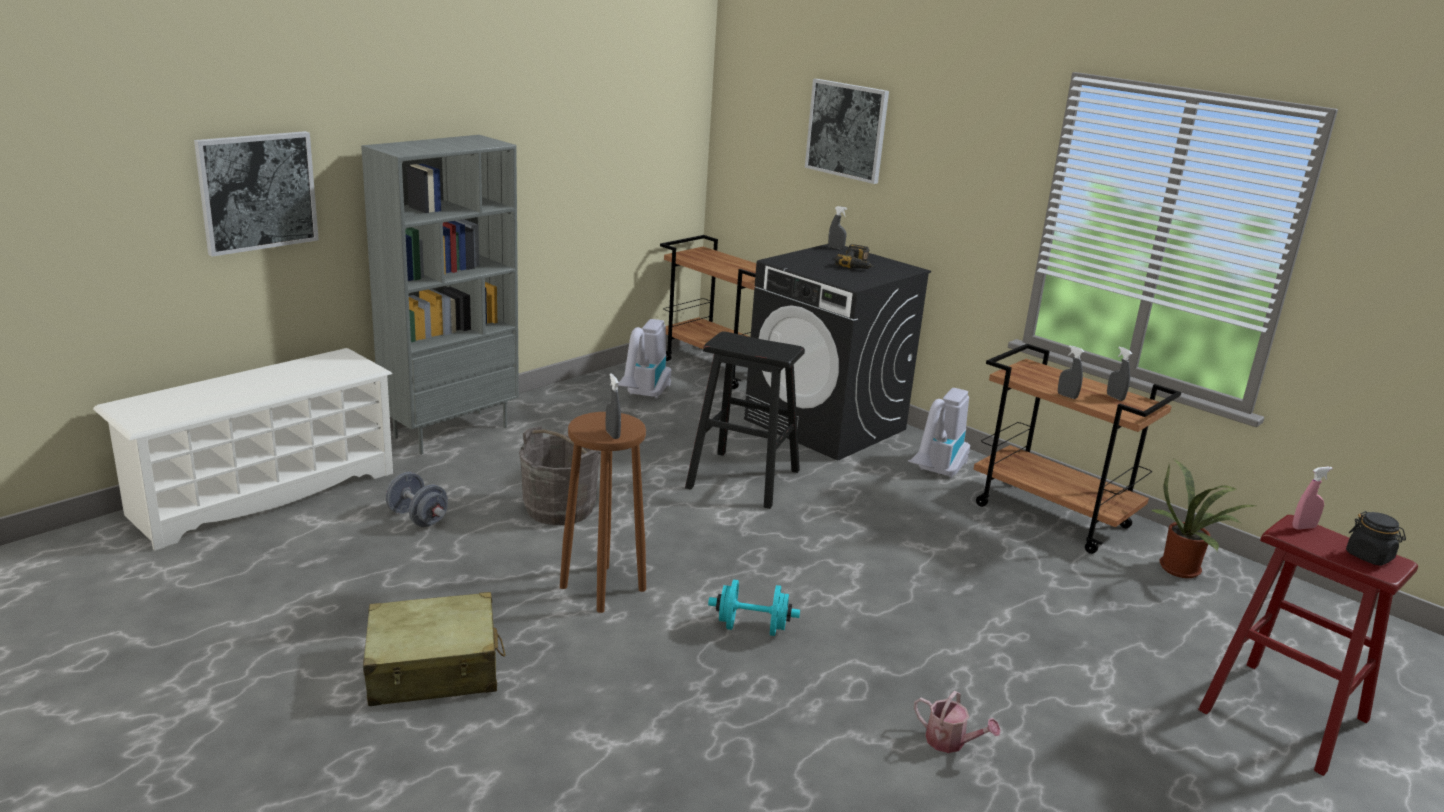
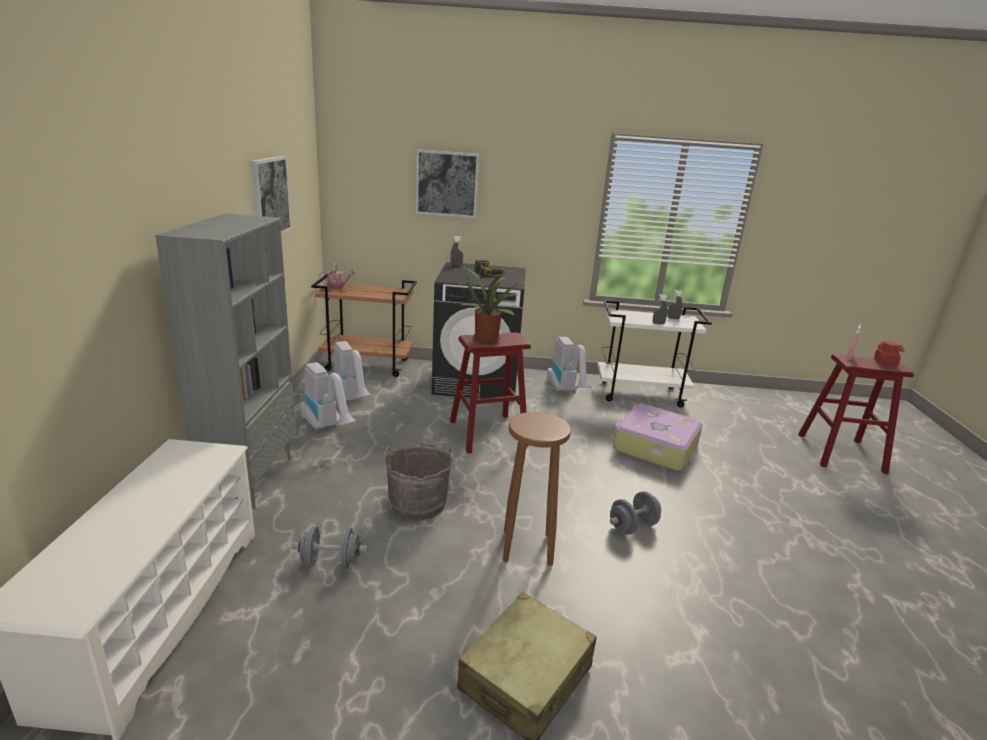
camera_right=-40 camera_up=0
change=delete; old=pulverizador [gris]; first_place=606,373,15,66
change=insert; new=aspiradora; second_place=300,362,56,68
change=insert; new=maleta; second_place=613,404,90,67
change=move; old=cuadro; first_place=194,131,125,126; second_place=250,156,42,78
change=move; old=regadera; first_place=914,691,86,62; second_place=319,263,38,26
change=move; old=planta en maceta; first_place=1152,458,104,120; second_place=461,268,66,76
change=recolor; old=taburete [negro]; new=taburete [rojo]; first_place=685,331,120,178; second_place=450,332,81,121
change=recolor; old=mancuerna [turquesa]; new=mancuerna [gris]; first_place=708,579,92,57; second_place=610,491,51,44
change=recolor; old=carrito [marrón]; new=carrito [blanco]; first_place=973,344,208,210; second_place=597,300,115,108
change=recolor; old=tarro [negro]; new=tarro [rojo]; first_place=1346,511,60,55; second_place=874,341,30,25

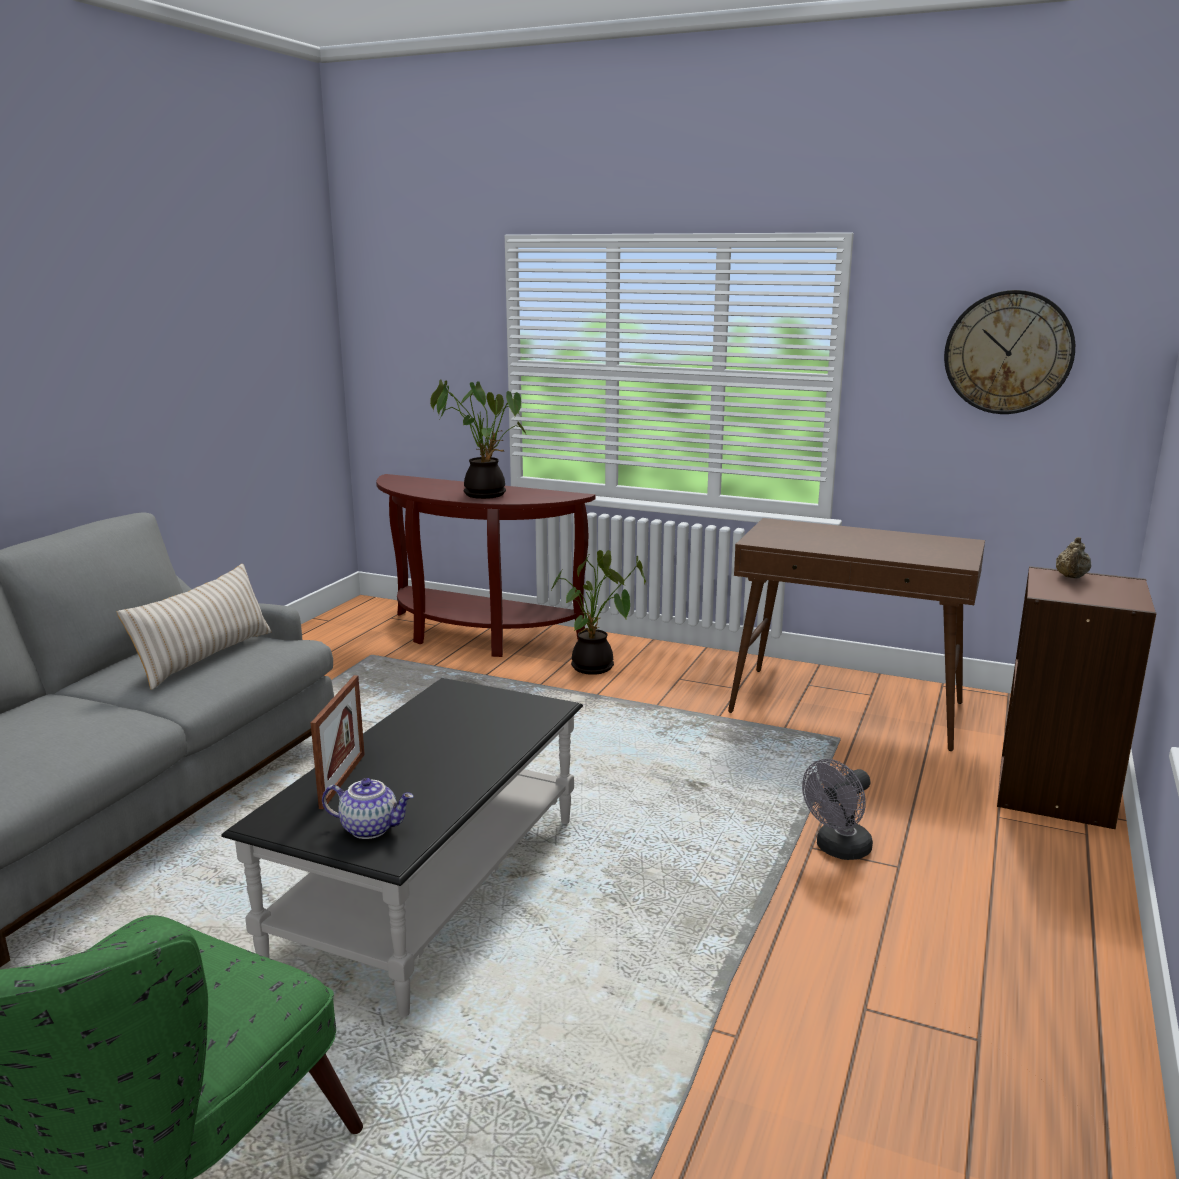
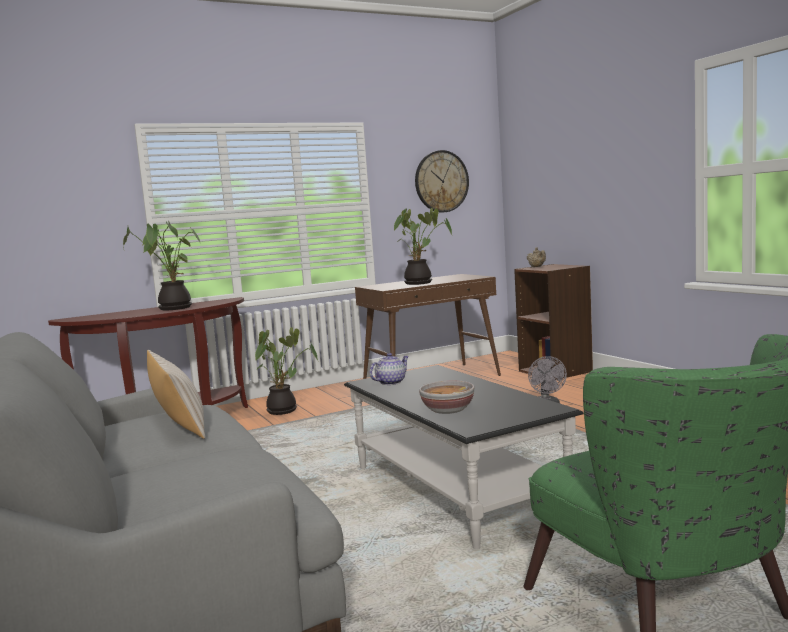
camera_right=-50 camera_up=-10
change=insert; new=planta en maceta; second_place=393,208,59,77
change=move; old=tetera; first_place=322,778,92,61; second_place=370,353,39,32
change=replace; old=portarretratos; new=cuenco; first_place=311,675,54,134; second_place=419,380,55,34

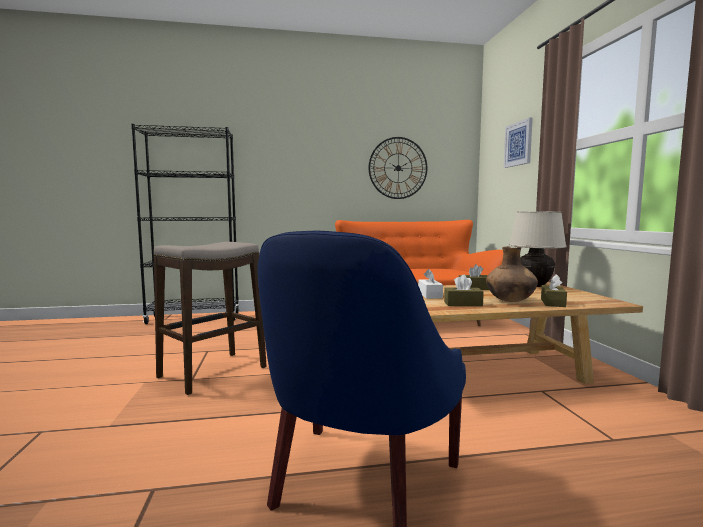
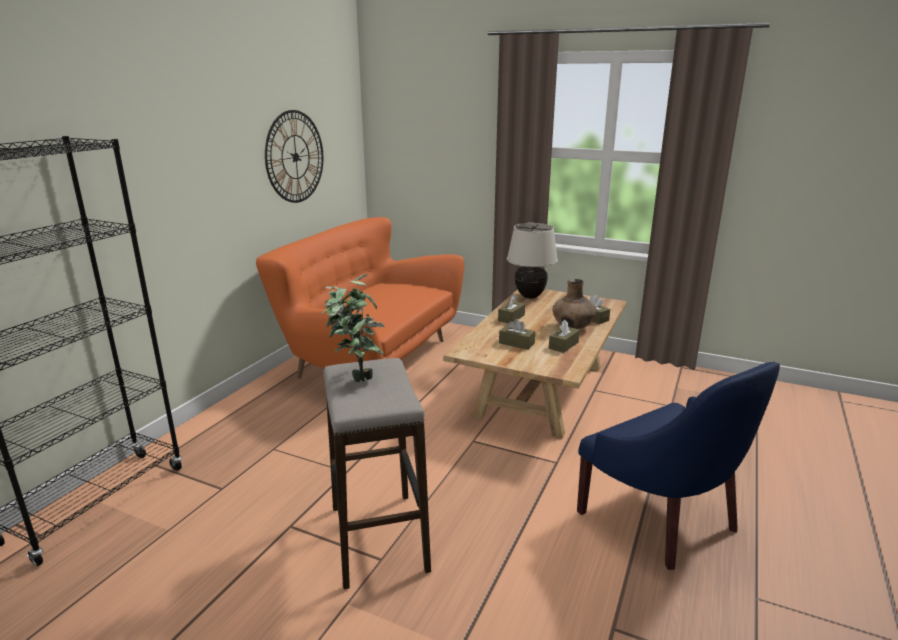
camera_right=-55 camera_up=15
change=delete; old=cuadro; first_place=504,117,29,51
change=insert; new=planta en maceta; second_place=322,273,63,109
change=recolor; old=caja de pañuelos [blanco]; new=caja de pañuelos [marrón]; first_place=418,269,25,30; second_place=499,319,36,31

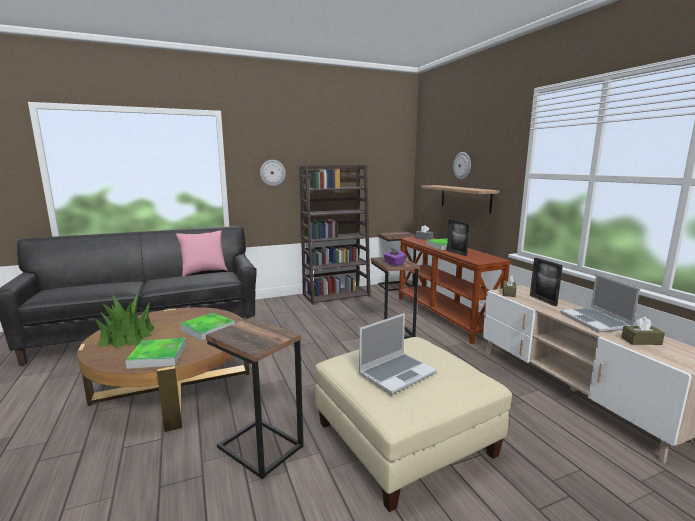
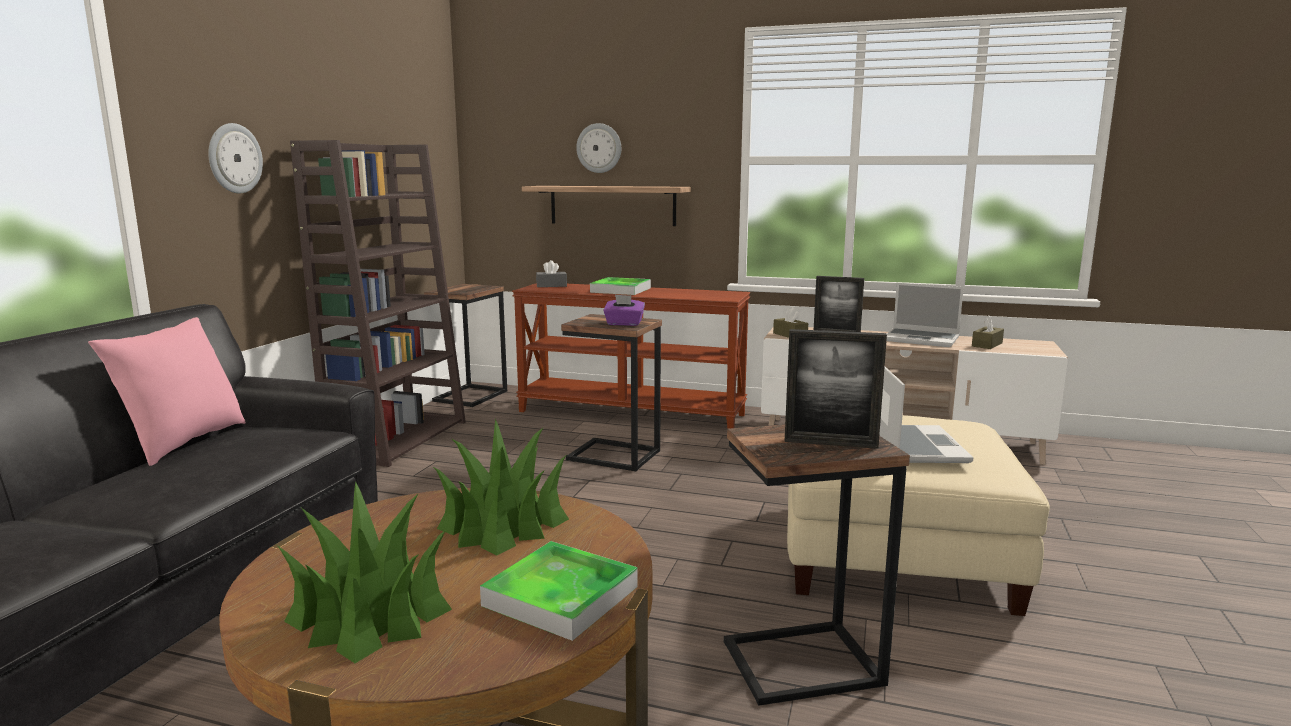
camera_right=-50 camera_up=0
change=move; old=portarretratos; first_place=447,219,23,37; second_place=784,329,103,120
change=replace; old=bandeja; new=planta en maceta; first_place=180,313,55,28; second_place=432,418,137,138

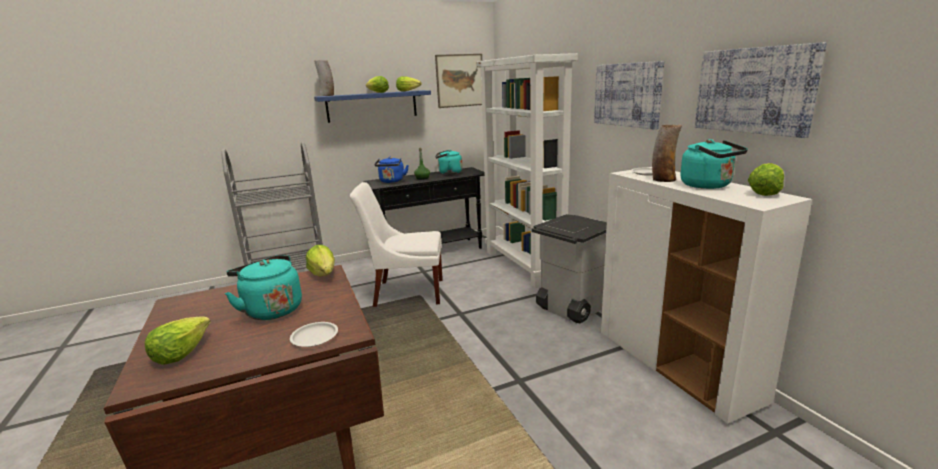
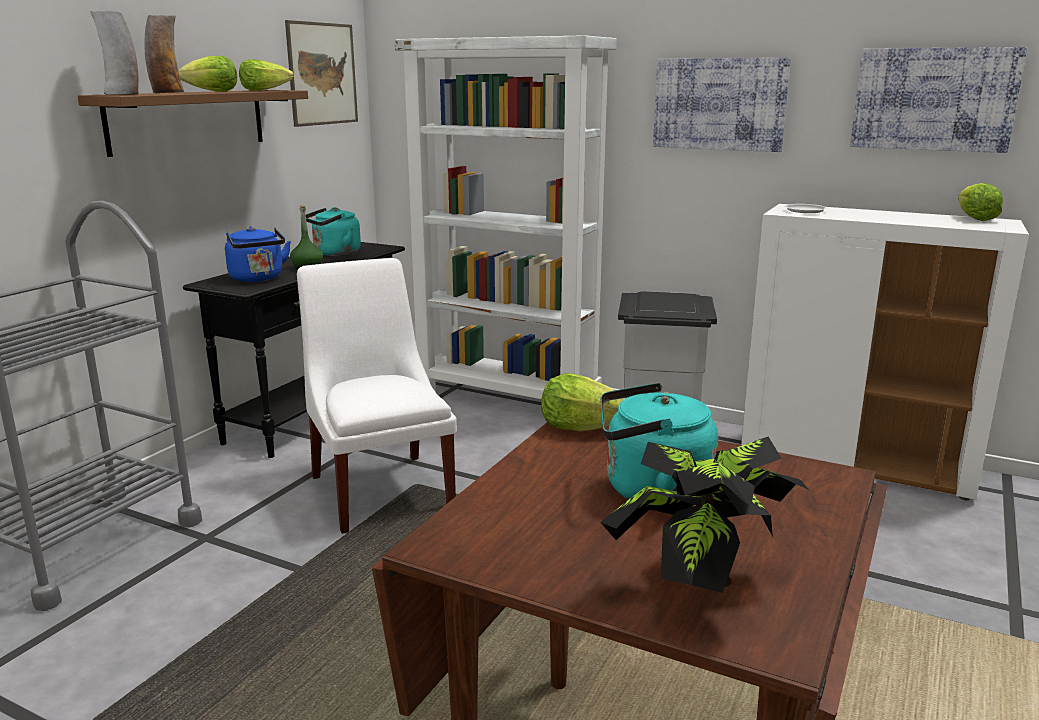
camera_right=-40 camera_up=0
change=delete; old=plato [blanco]; first_place=290,322,48,25
change=delete; old=hervidor [turquesa]; first_place=680,139,68,50
change=move; old=florero; first_place=652,125,30,57; second_place=145,15,39,78
change=replace; old=lechuga; new=planta en maceta; first_place=144,317,66,47; second_place=600,437,210,156
change=recolor; old=estante [azul]; new=estante [marrón]; first_place=314,90,117,33; second_place=78,90,230,67
change=rotate; old=silla [blanco]; first_place=350,182,93,125; second_place=297,258,160,276; degrees=105

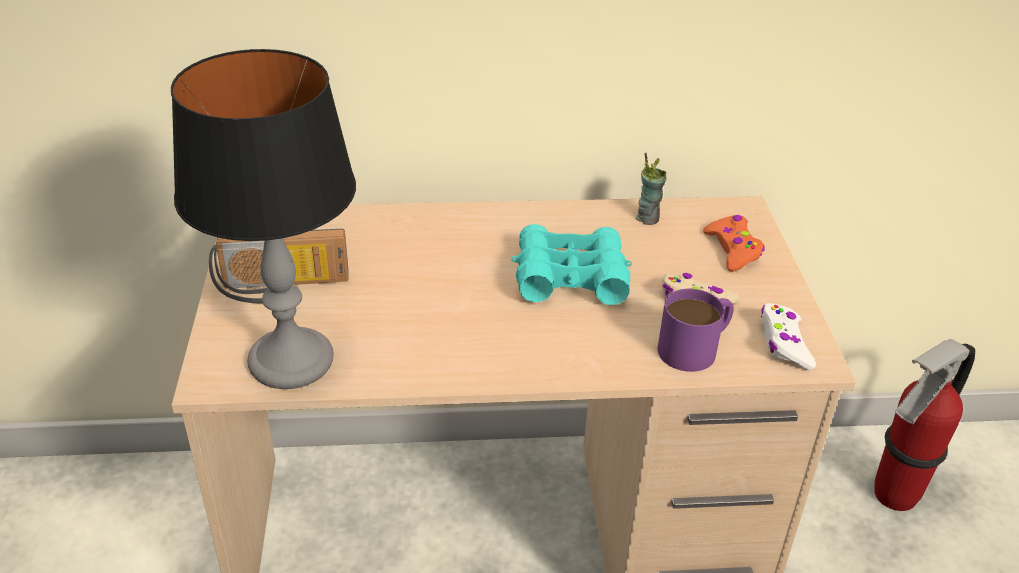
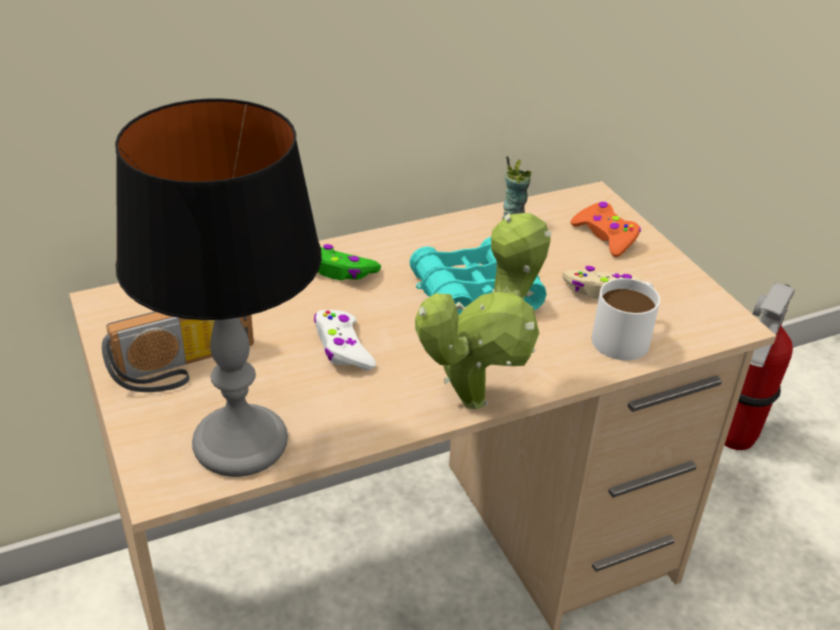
camera_right=-20 camera_up=0
change=insert; new=mando de consola [verde]; second_place=318,244,63,36
change=insert; new=planta en maceta; second_place=415,213,136,196
change=move; old=mando de consola [blanco]; first_place=761,303,55,67; second_place=314,310,62,60
change=recolor; old=taza grande [morado]; new=taza grande [blanco]; first_place=658,289,76,83; second_place=592,278,68,82

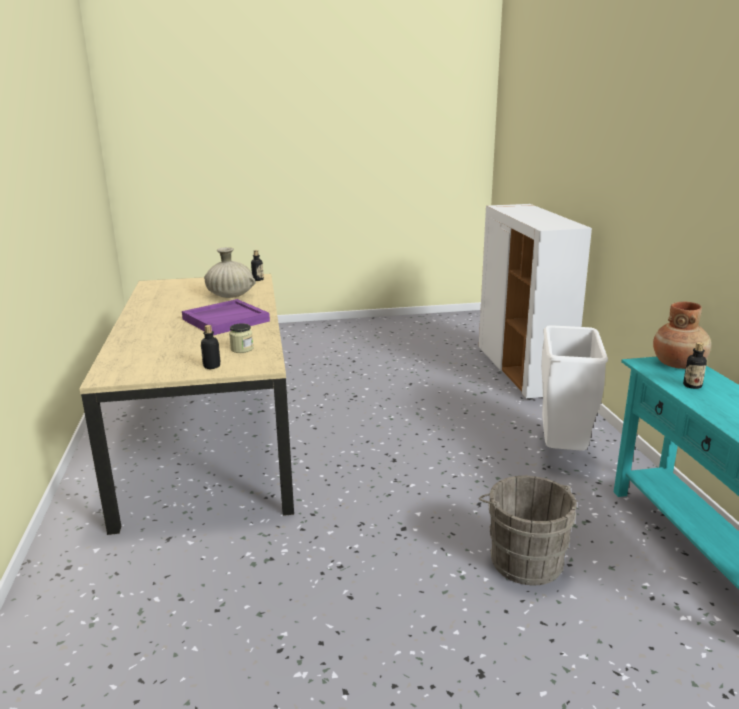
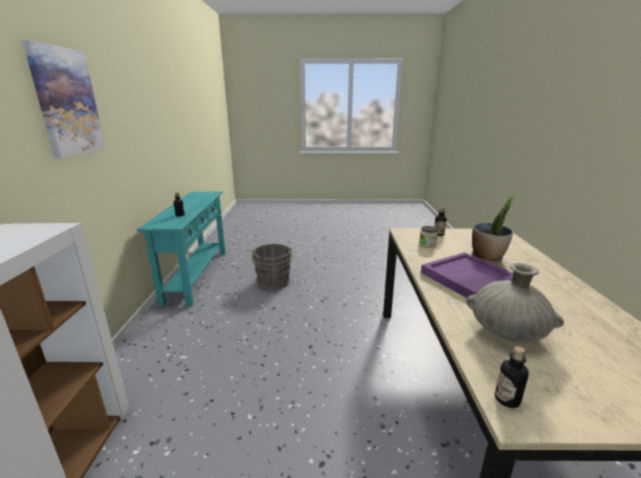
camera_right=-170 camera_up=0
change=delete; old=papelera [blanco]; first_place=541,325,67,126
change=delete; old=florero [marrón]; first_place=653,302,58,67
change=insert; new=cuadro; second_place=22,40,83,118
change=insert; new=planta en maceta; second_place=472,194,44,69

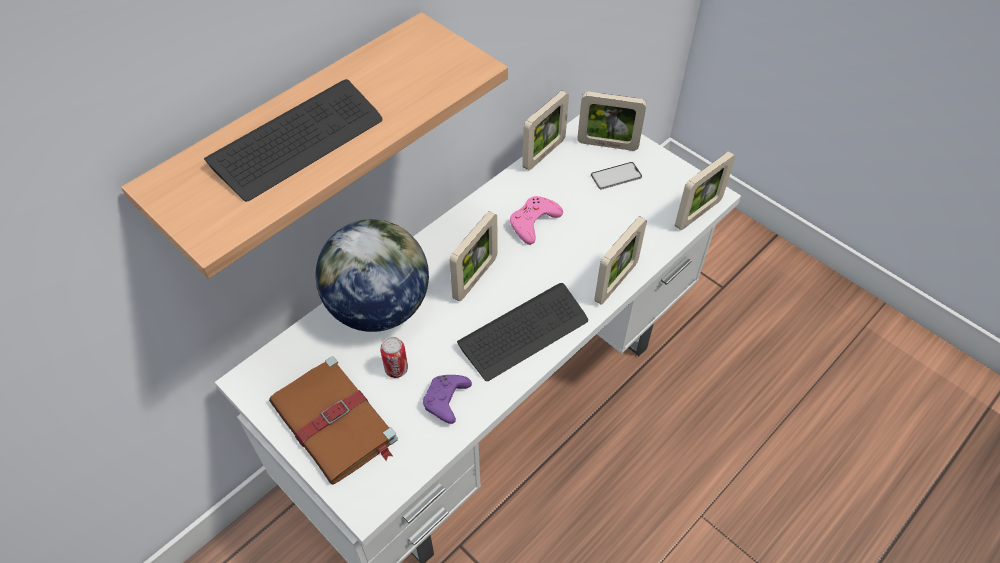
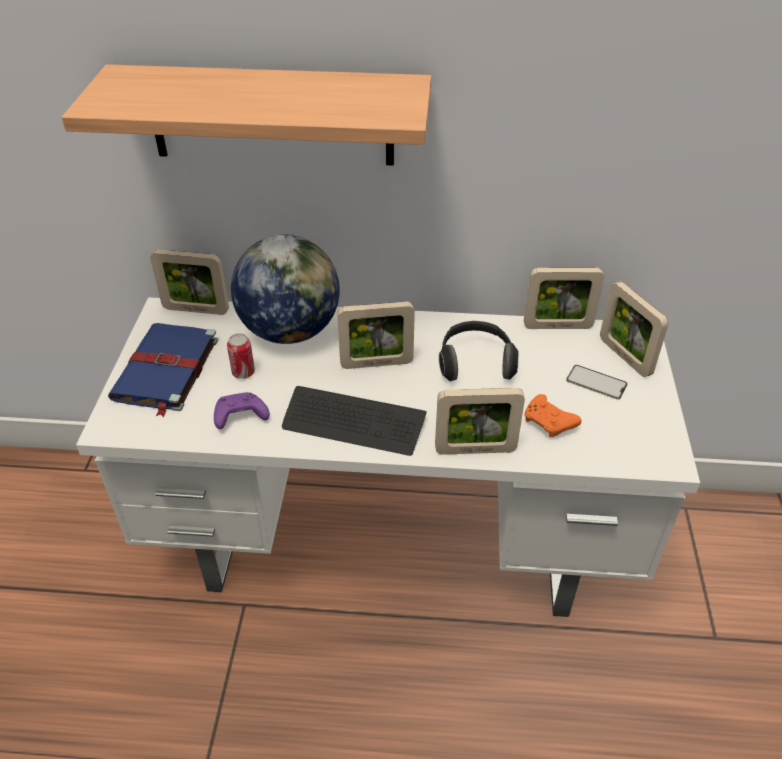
camera_right=50 camera_up=-10
change=delete; old=teclado; first_place=204,79,178,122
change=insert; new=mando de consola [naranja]; second_place=525,394,56,44
change=move; old=portarretratos; first_place=675,151,61,79; second_place=150,249,79,66
change=replace; old=mando de consola [rosa]; new=auriculares; first_place=510,196,53,49; second_place=439,321,80,60
change=recolor; old=libro [marrón]; new=libro [azul]; first_place=269,356,129,129; second_place=108,323,110,94

